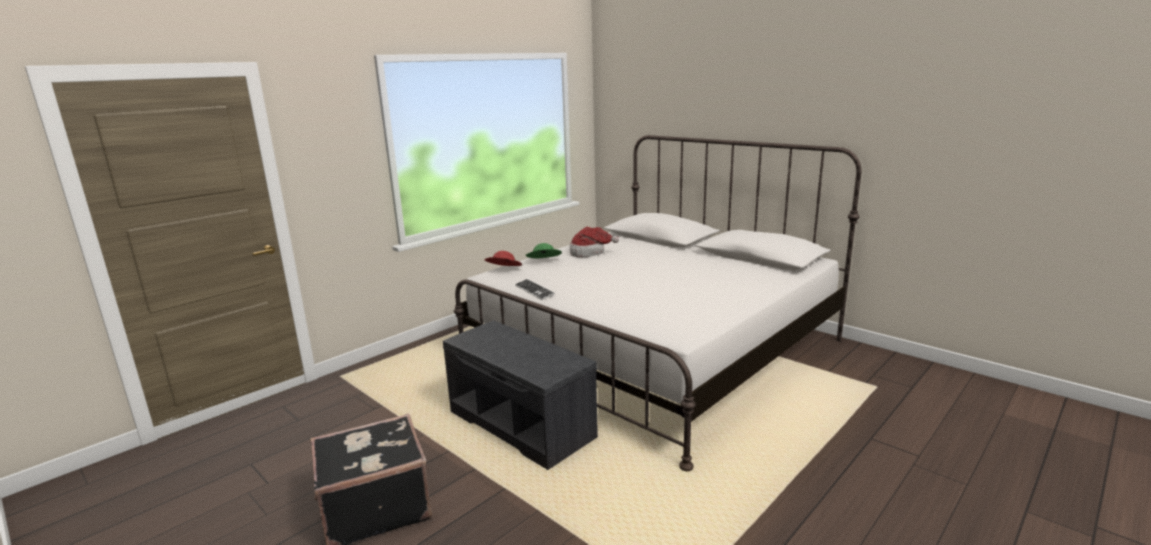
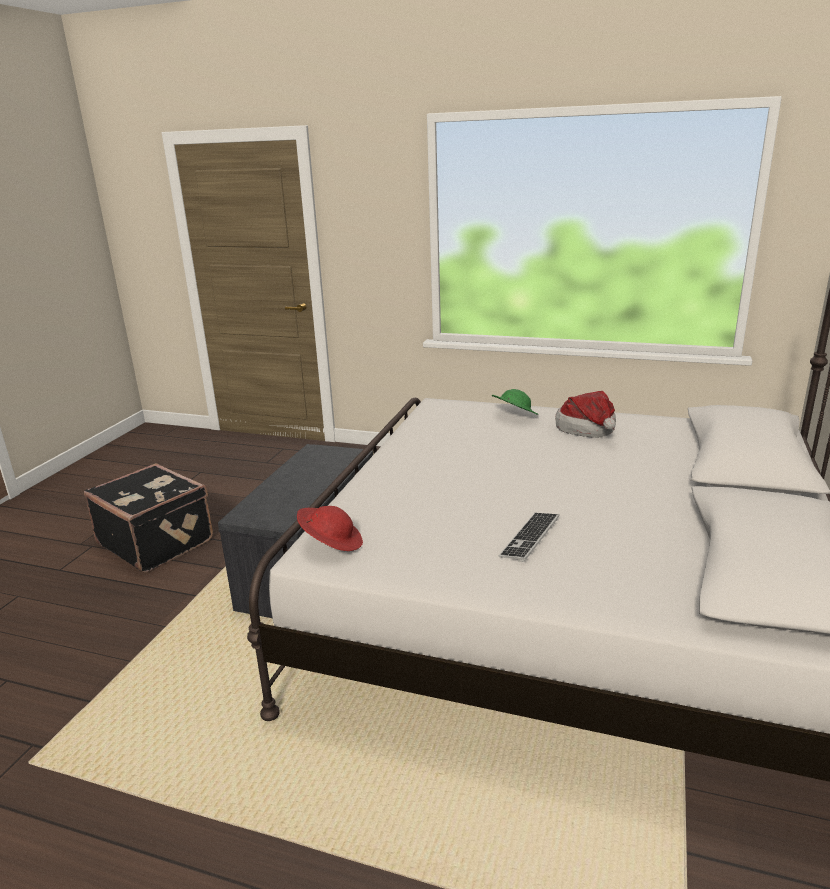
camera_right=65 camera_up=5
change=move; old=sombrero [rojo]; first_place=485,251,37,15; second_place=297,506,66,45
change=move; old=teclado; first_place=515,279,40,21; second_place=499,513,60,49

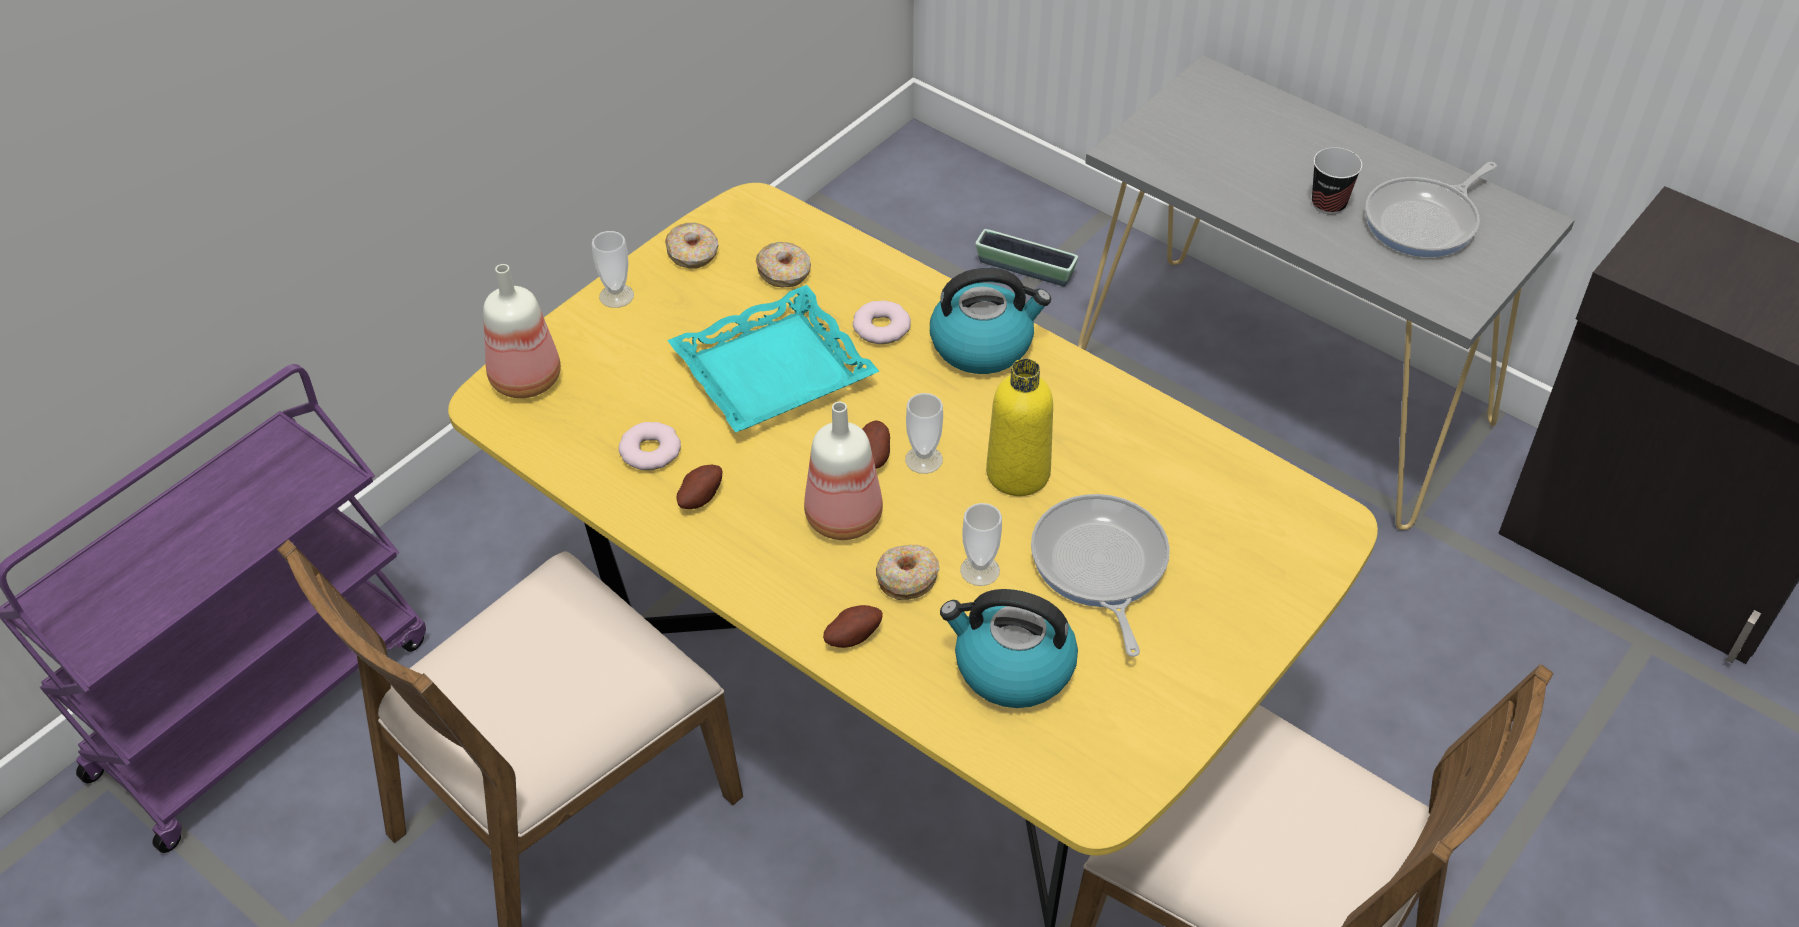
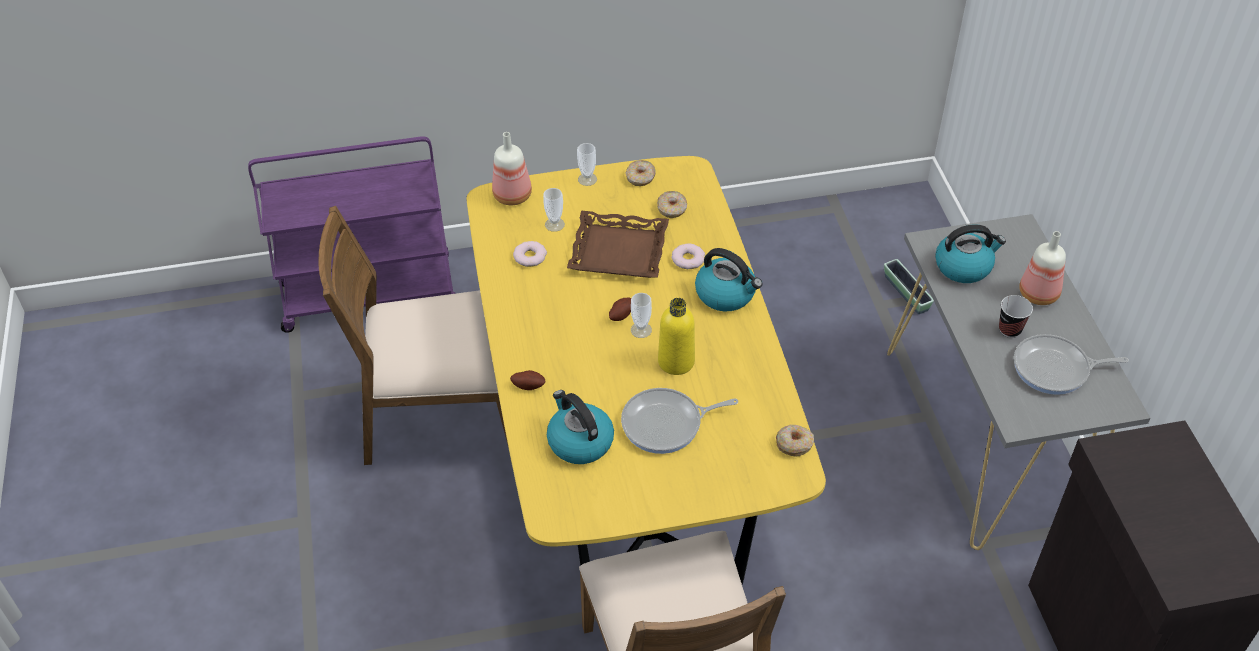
camera_right=40 camera_up=0
change=delete; old=patata; first_place=676,465,46,44
change=insert; new=hervidor; second_place=935,224,71,59
change=move; old=botella; first_place=804,402,79,138; second_place=1019,231,47,74
change=move; old=rosquilla; first_place=876,545,64,55; second_place=776,425,38,31
change=move; old=taza; first_place=960,503,42,83; second_place=543,188,22,44
change=recolor; old=bandeja [turquesa]; new=bandeja [marrón]; first_place=667,285,213,148; second_place=567,210,102,68
change=rotate; old=sartén; first_place=1031,494,139,163; second_place=621,388,117,66; degrees=-135

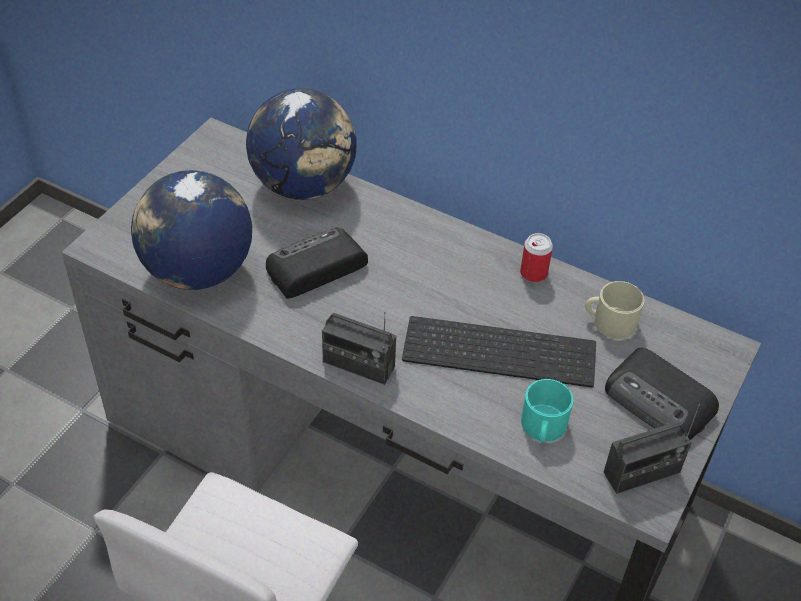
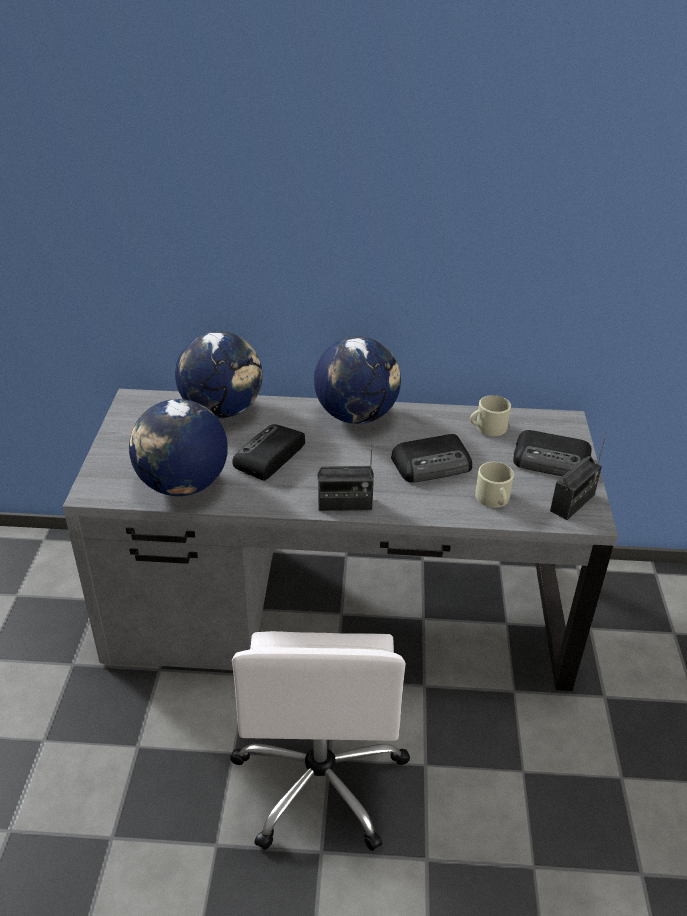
camera_right=-25 camera_up=-10
change=delete; old=lata; first_place=520,233,33,49
change=insert; new=globo terráqueo; second_place=314,337,87,87
change=replace; old=teclado; new=radio; first_place=402,316,194,71; second_place=391,434,81,49
change=recolor; old=taza grande [turquesa]; new=taza grande [beis]; first_place=521,379,52,63; second_place=475,462,39,46

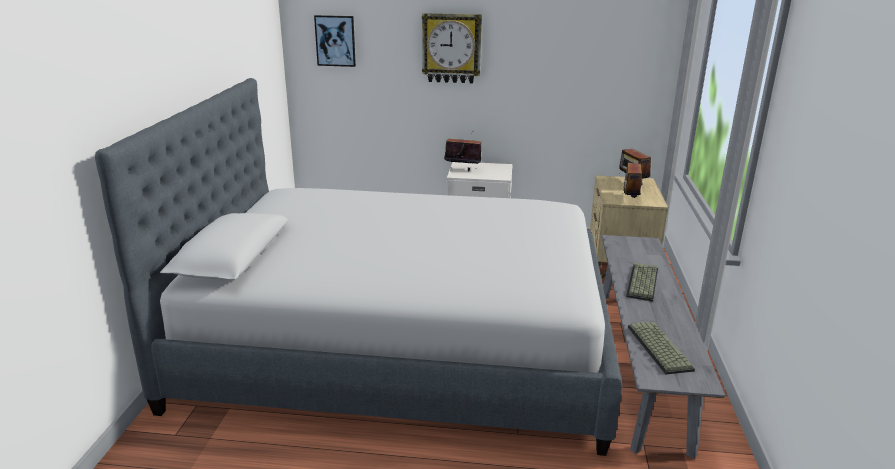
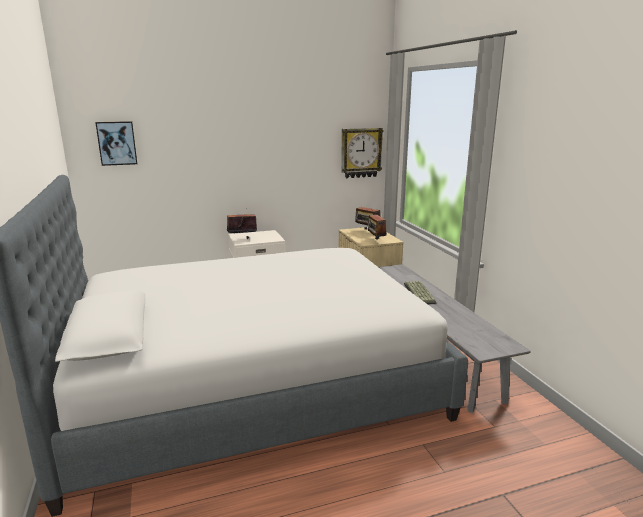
camera_right=-25 camera_up=-5
change=delete; old=teclado; first_place=628,321,67,54
change=move; old=reloj de pared; first_place=422,13,60,70; second_place=341,128,43,50

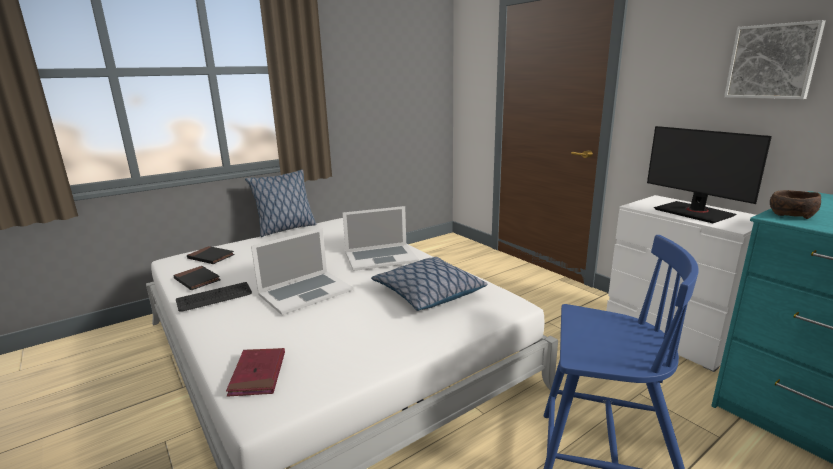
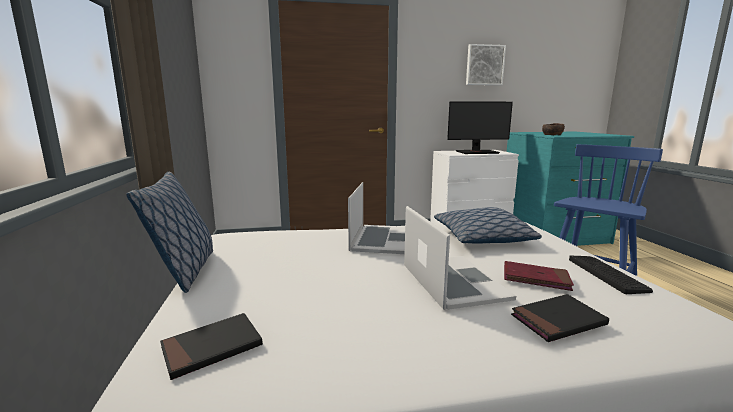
camera_right=-65 camera_up=-5
change=move; old=libro [negro]; first_place=173,266,48,24; second_place=511,294,98,48
change=move; old=teclado; first_place=176,282,76,30; second_place=569,256,84,38
change=move; old=libro [rojo]; first_place=226,348,59,49; second_place=504,261,70,30

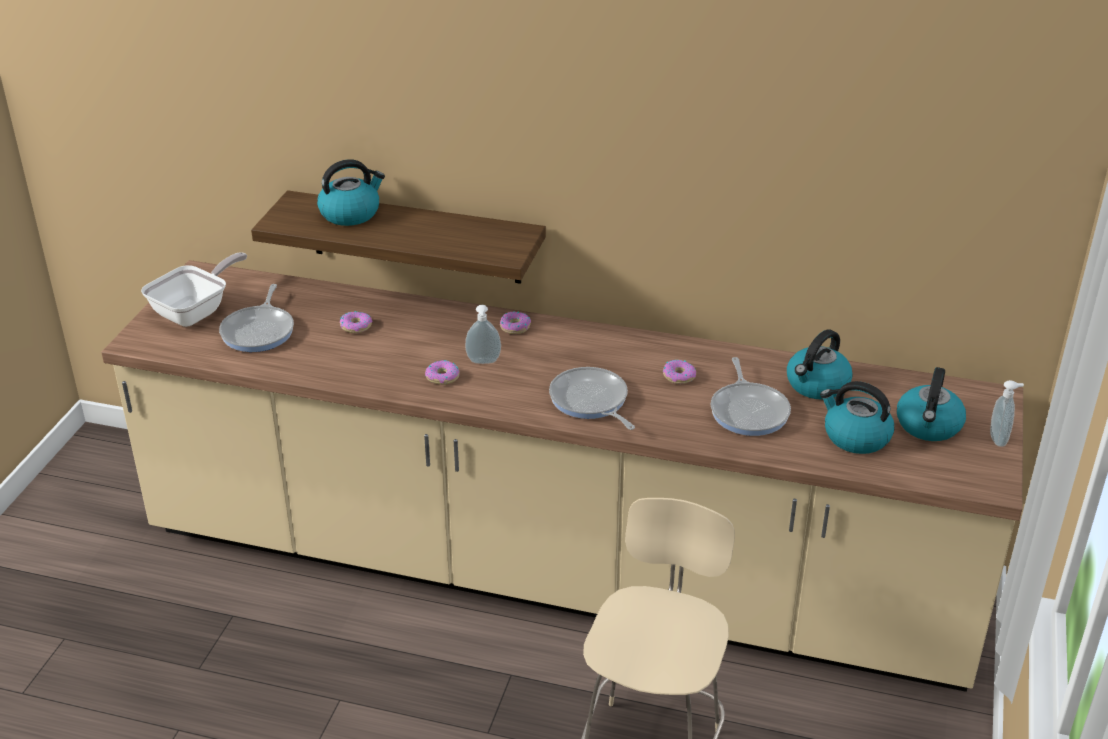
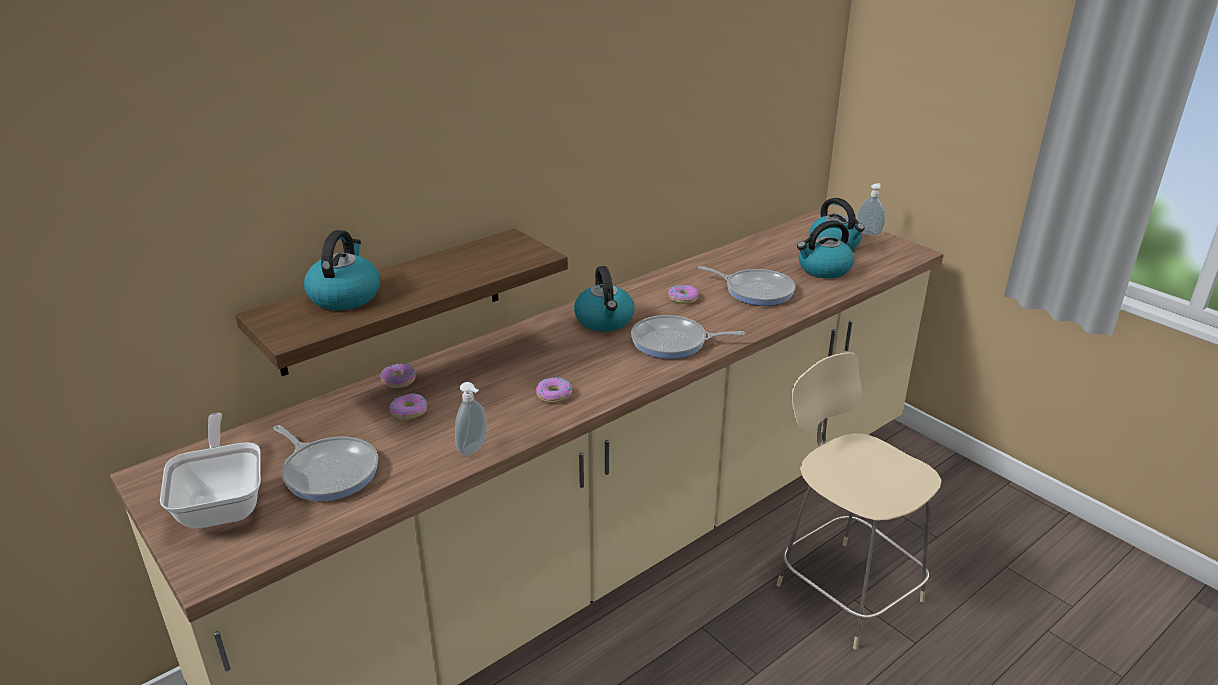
camera_right=-55 camera_up=-5
change=move; old=dispensador de jabón; first_place=465,305,36,59; second_place=455,382,32,74
change=move; old=rosquilla; first_place=500,312,31,22; second_place=380,364,36,24
change=move; old=hervidor; first_place=787,330,66,70; second_place=574,266,60,66

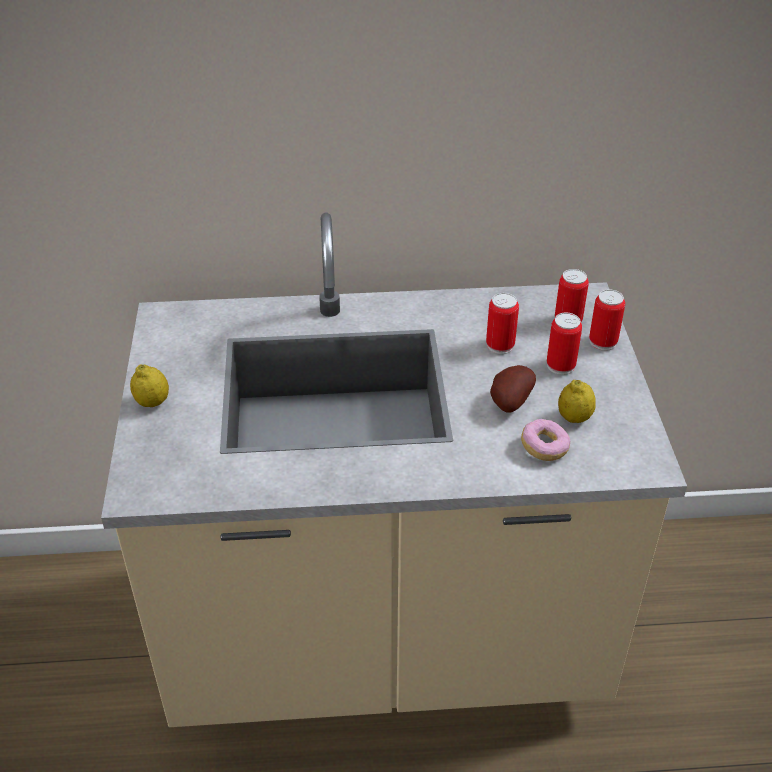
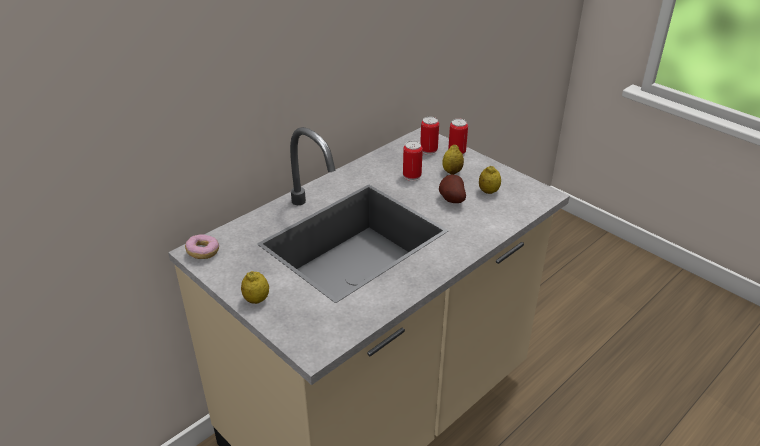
camera_right=-40 camera_up=-5
change=move; old=rosquilla; first_place=521,419,49,42; second_place=185,234,34,25
change=replace; old=lata; new=limón; first_place=547,313,35,62; second_place=442,145,22,30

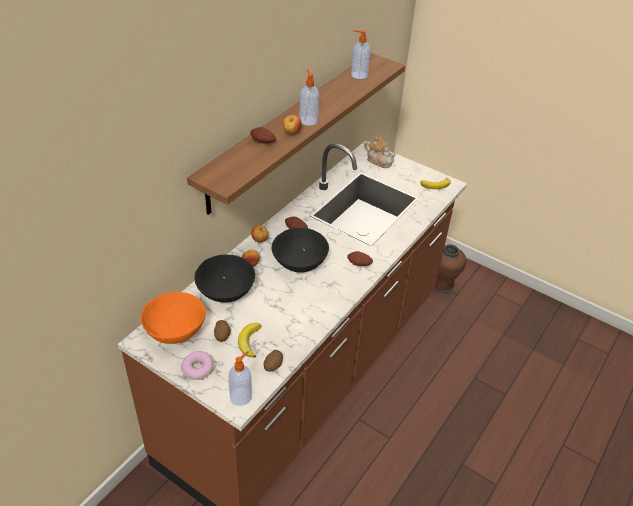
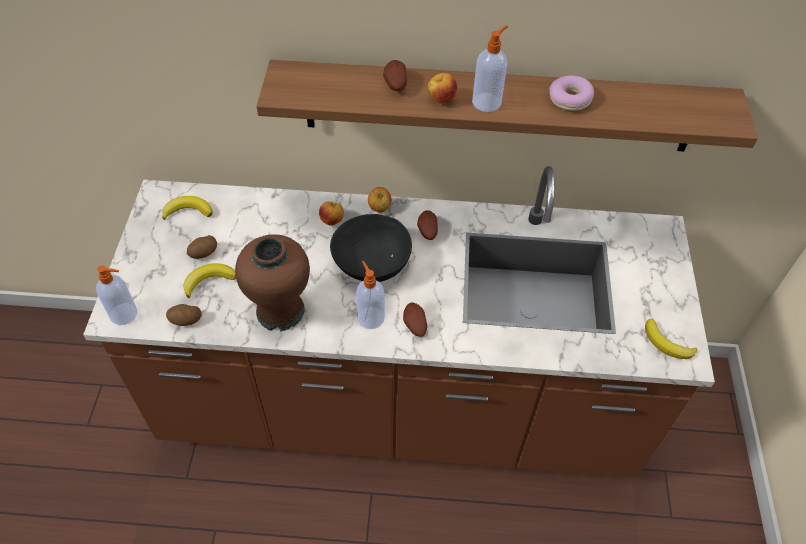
camera_right=60 camera_up=10
change=delete; old=cuenco [negro]; first_place=194,255,61,48
change=delete; old=tetera; first_place=364,136,32,32
change=move; old=rosquilla; first_place=181,351,33,29; second_place=549,75,45,36
change=move; old=dispensador de jabón; first_place=351,30,19,49; second_place=356,261,29,68
change=move; old=florero [marrón]; first_place=435,244,31,49; second_place=235,234,75,97
change=replace; old=cuenco [naranja]; new=plátano; first_place=141,292,65,52; second_place=162,196,51,24

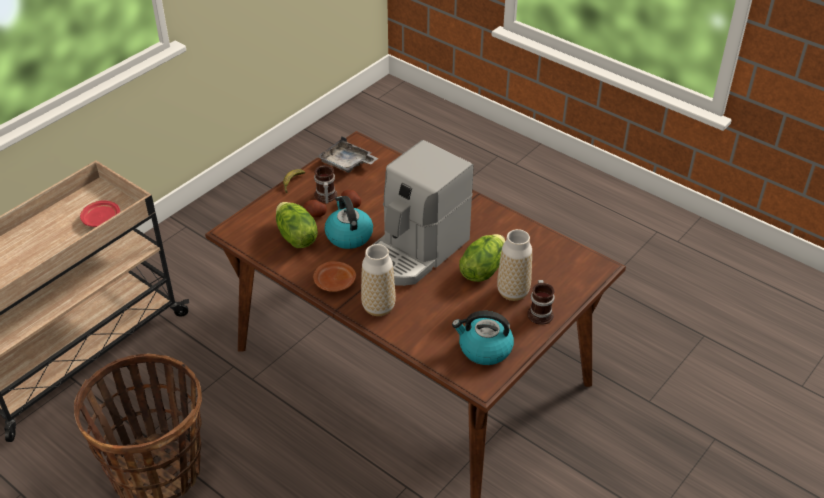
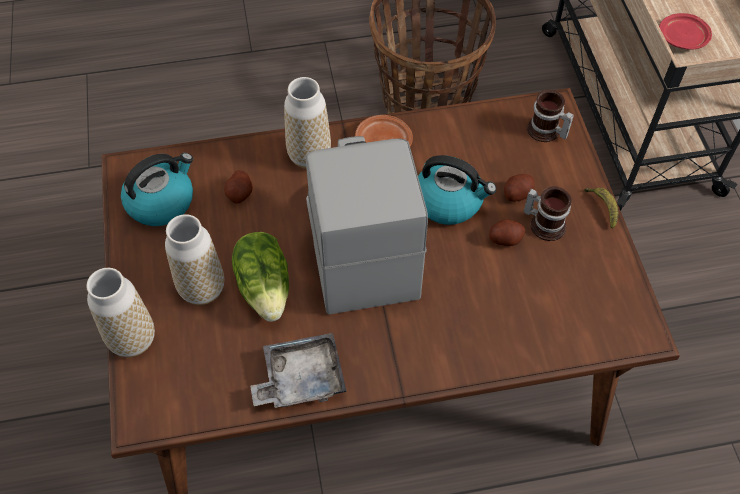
camera_right=130 camera_up=15
change=delete; old=lechuga; first_place=276,202,42,46
change=insert; new=florero; second_place=86,268,69,89
change=insert; new=patata; second_place=224,170,29,34
change=move; old=bandeja [gris]; first_place=317,136,61,37; second_place=250,333,97,75
change=move; old=taza grande; first_place=527,280,28,45; second_place=527,89,47,53

